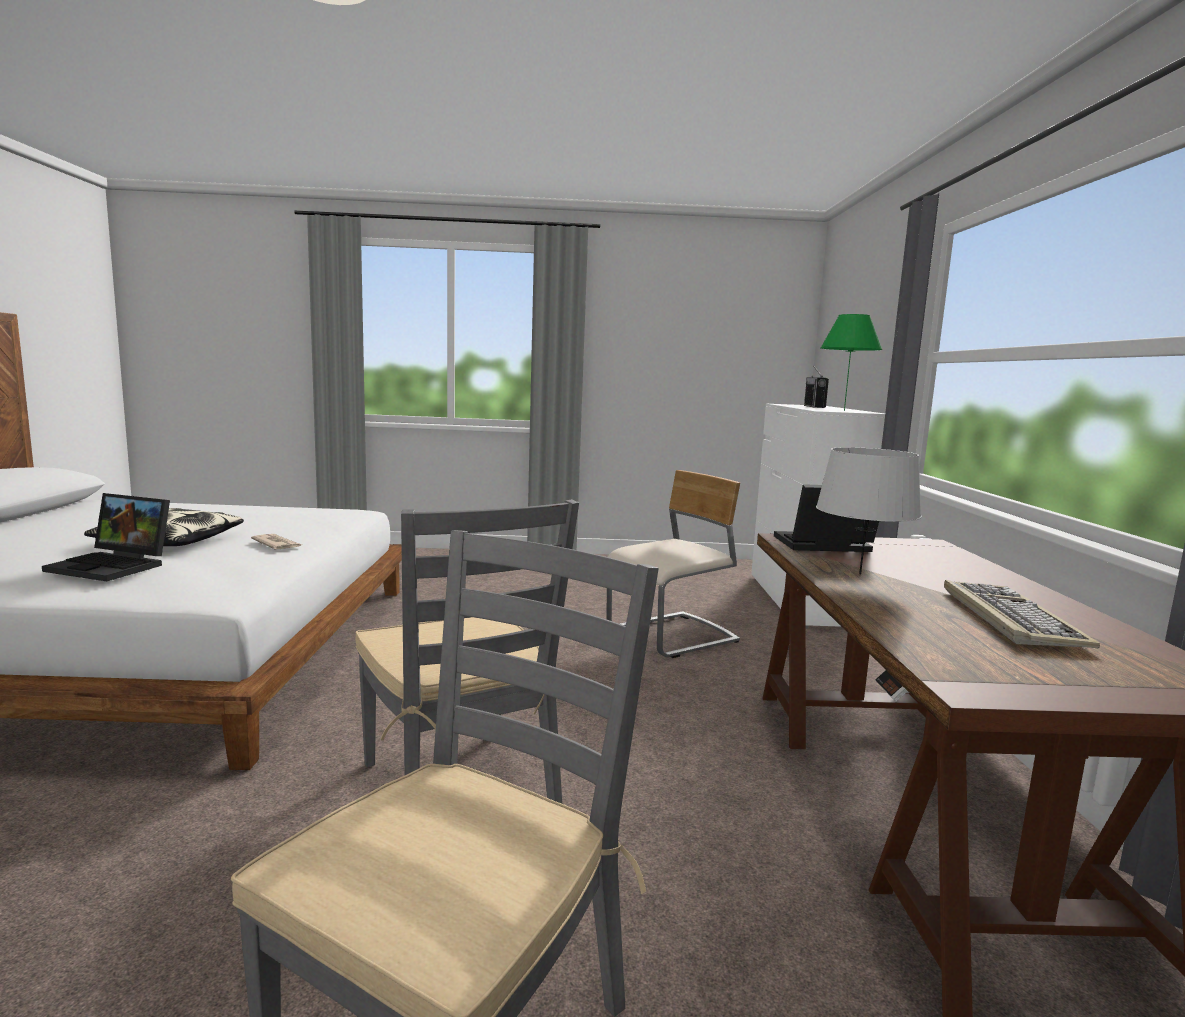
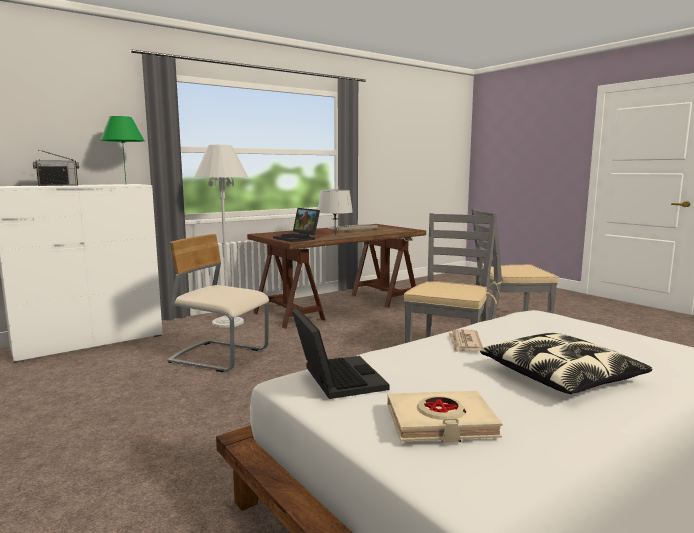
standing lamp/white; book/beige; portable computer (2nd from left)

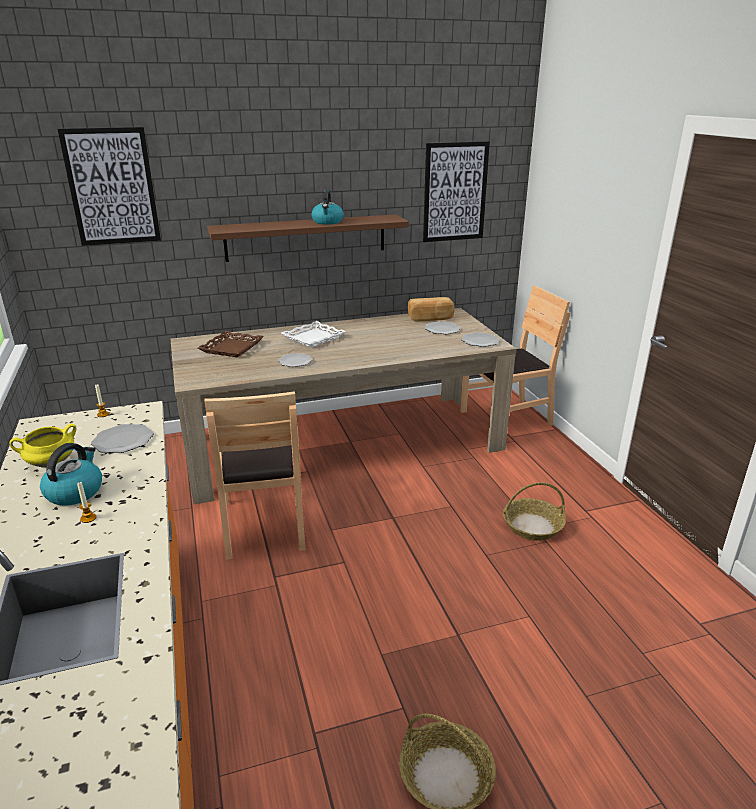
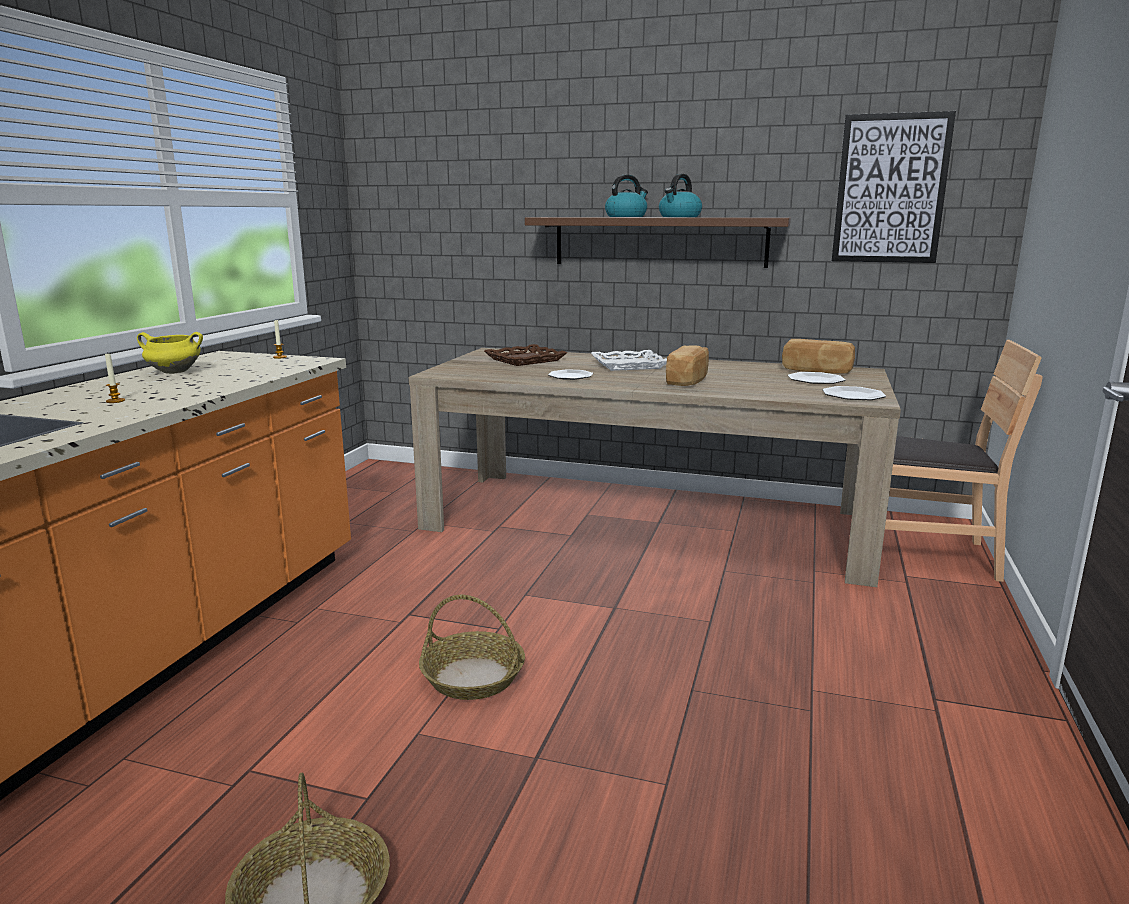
wall picture (1st from left in the first image); flat dish (1st from left in the first image); chair/brownish (1st from left in the first image); baked bread (1st from left); water kettle (1st from left); household basket (2nd from left)

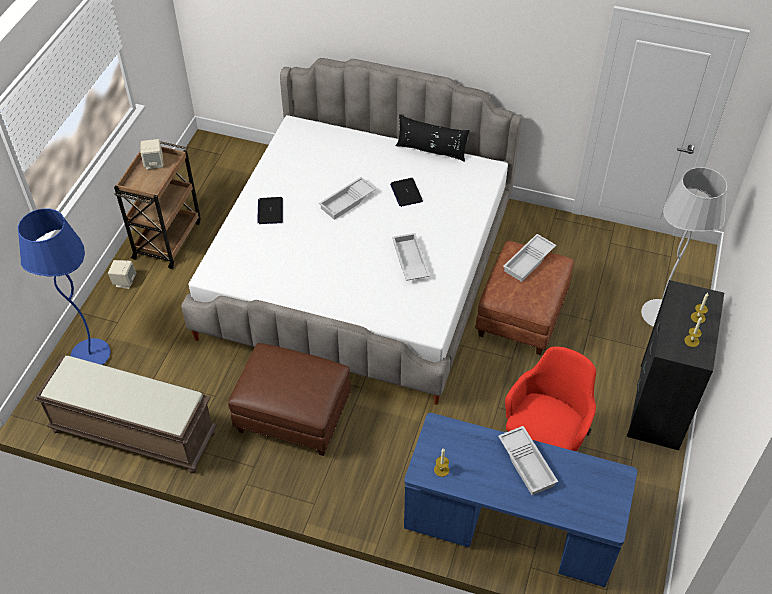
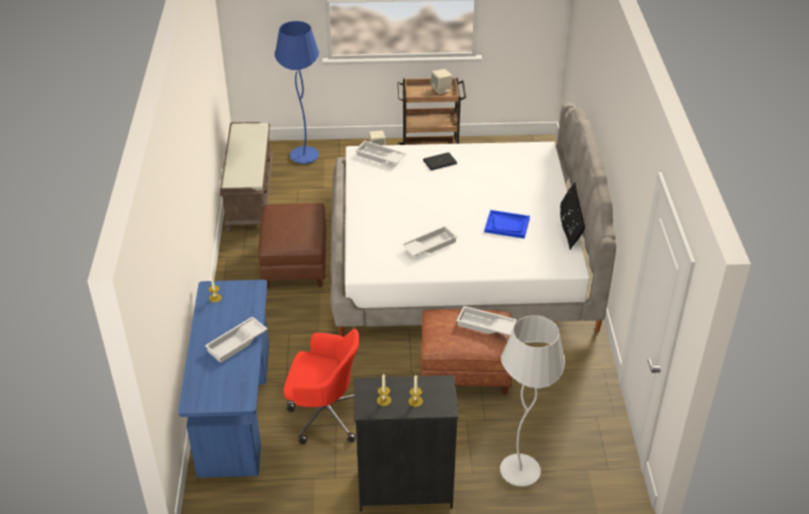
tray/white (2nd from left); tray/blue-coloured

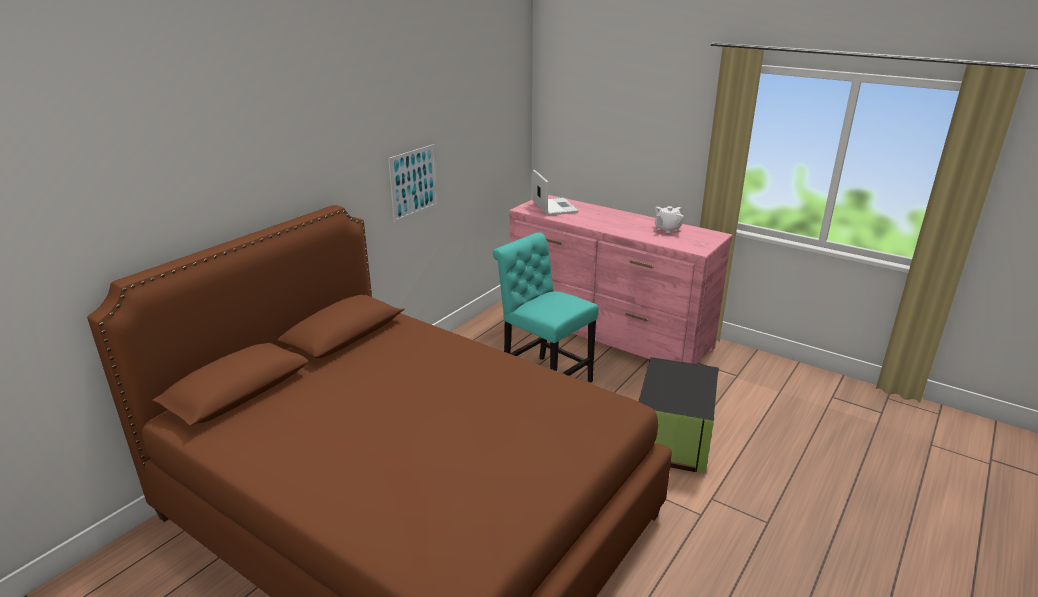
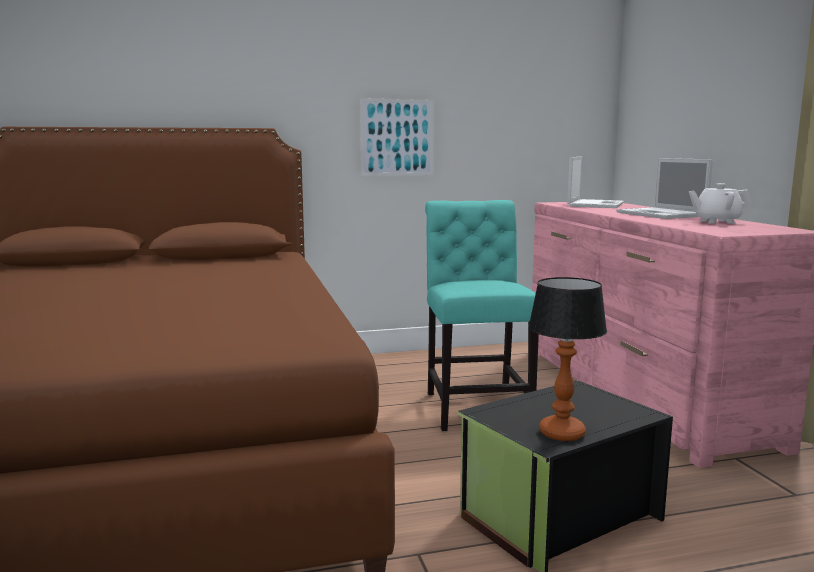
table lamp; portable computer (2nd from left)

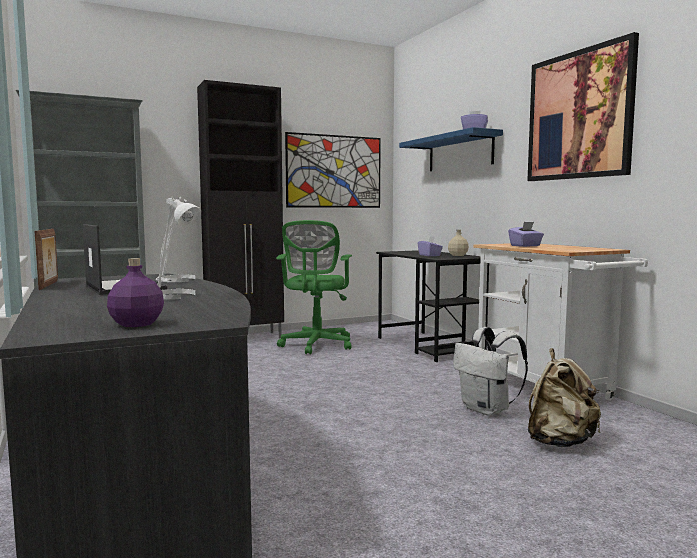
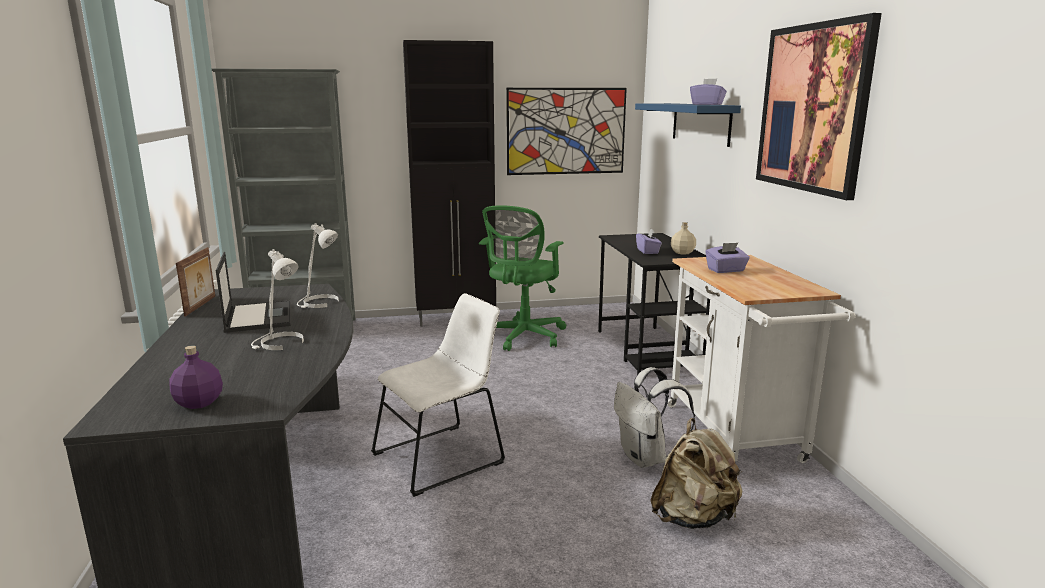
chair/white

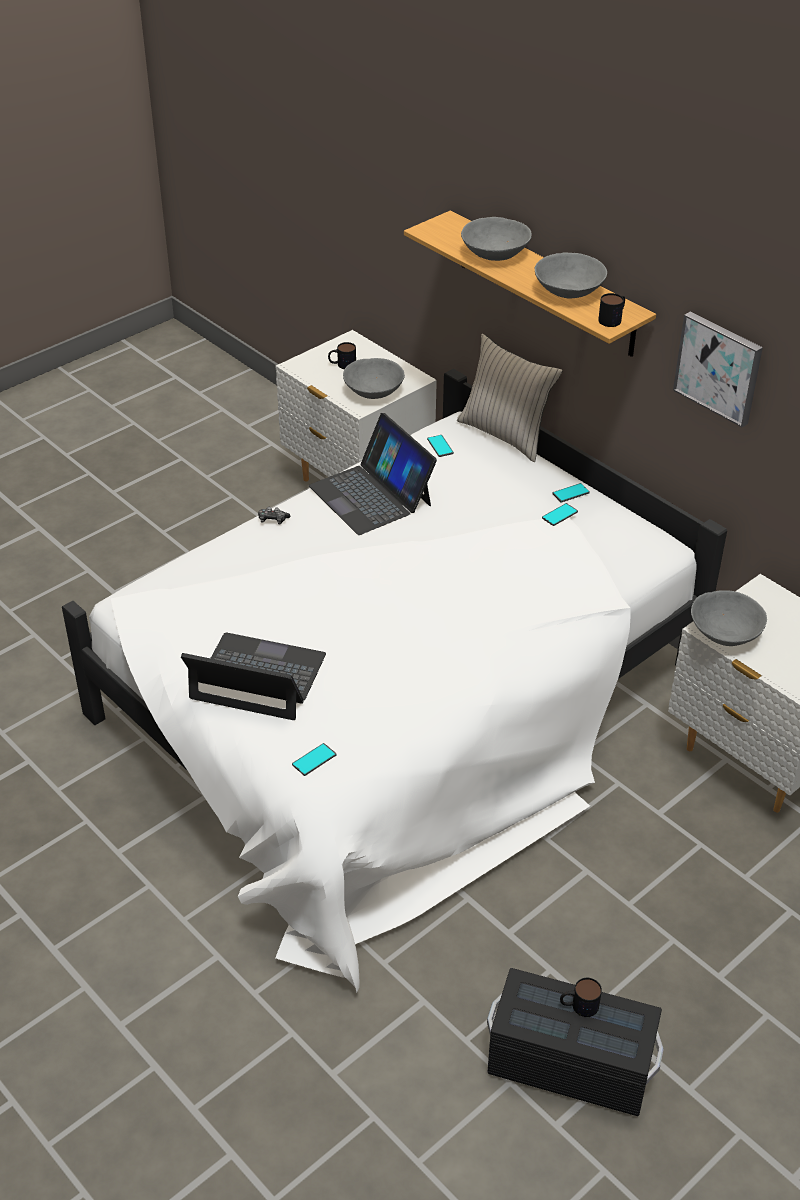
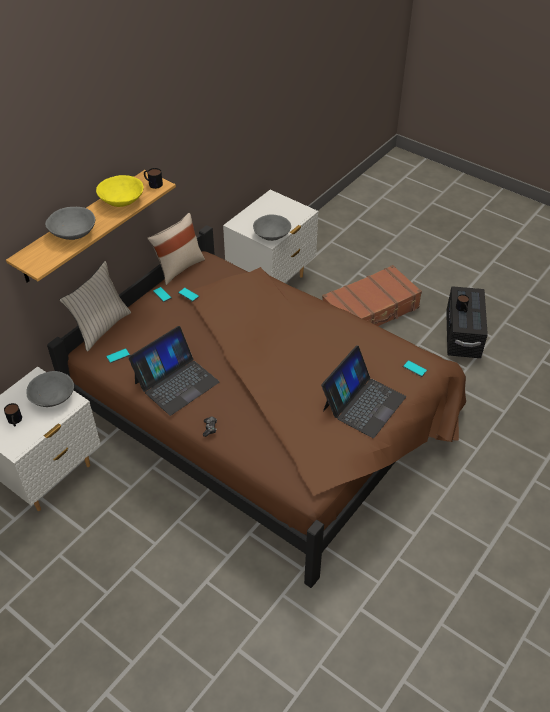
wall picture; cushion/beige (2nd from left); travel case/brownish; bed/brownish; bowl/yellow; portable computer (2nd from left)

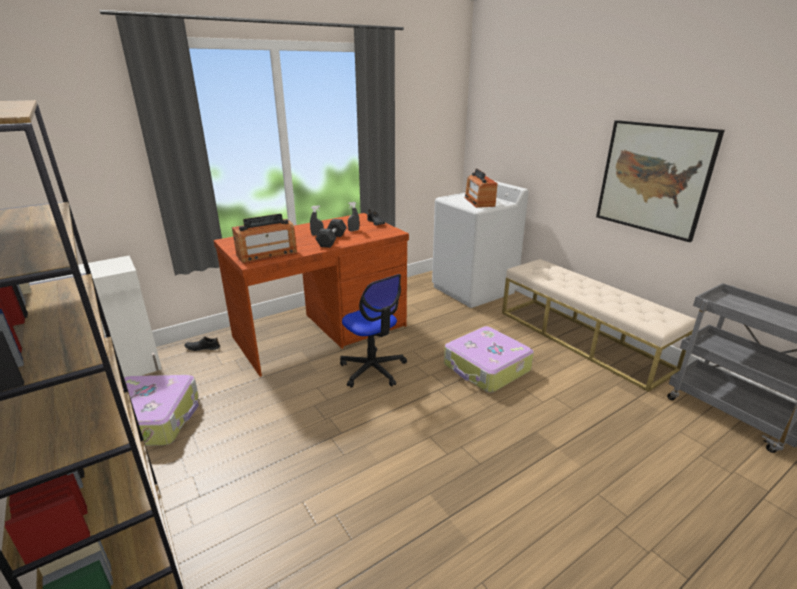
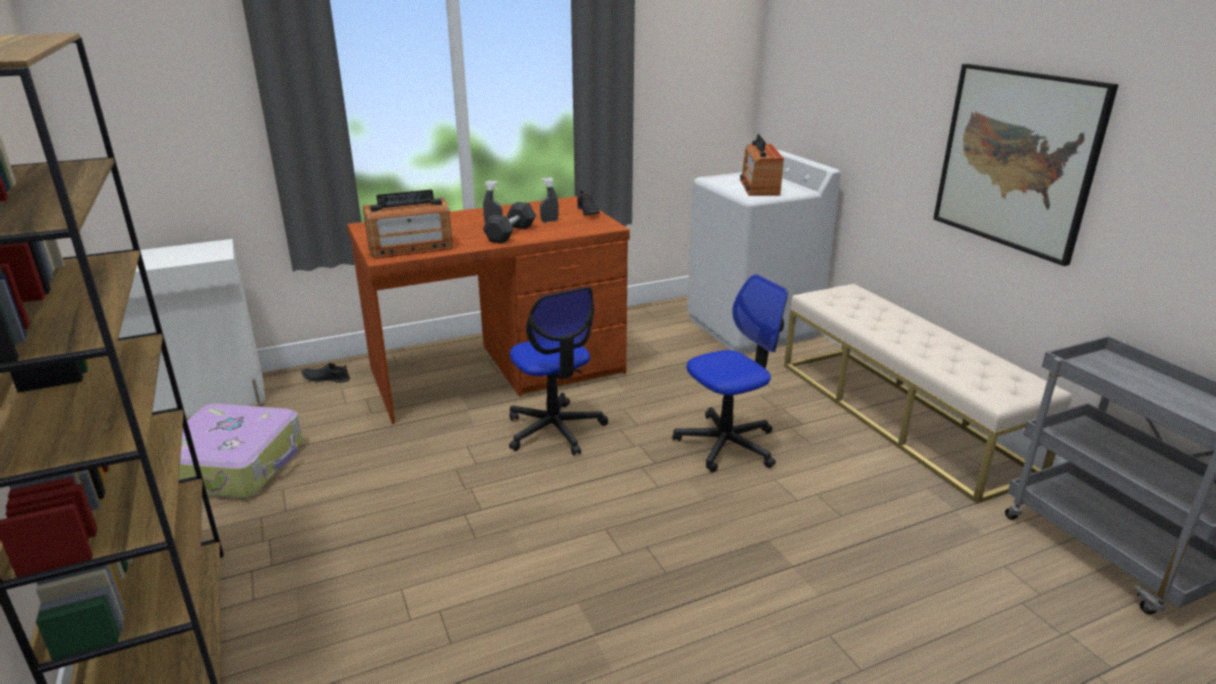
office chair (2nd from left)

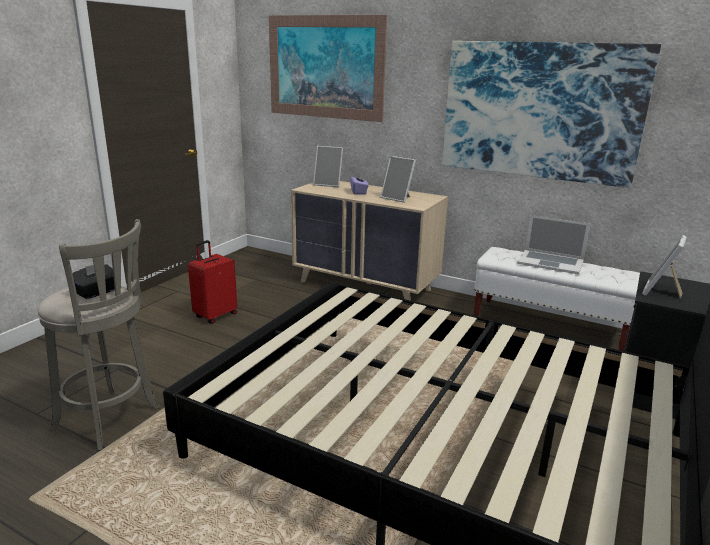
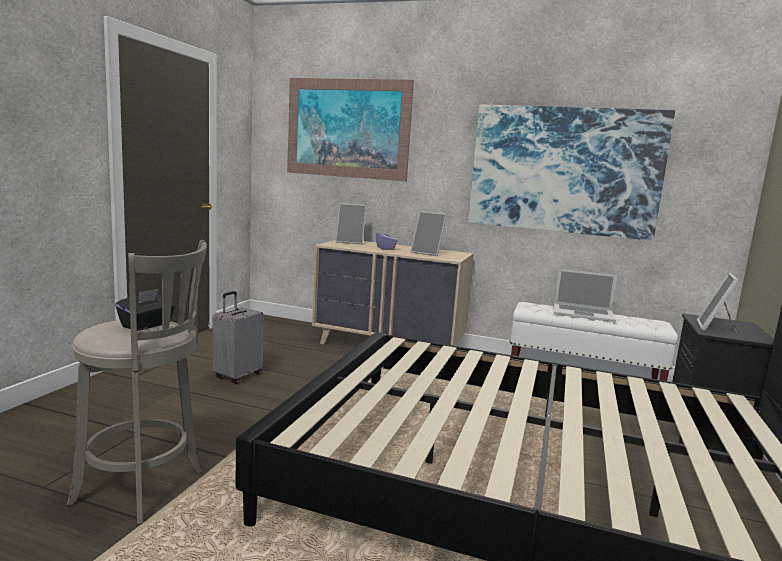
travel case/gray

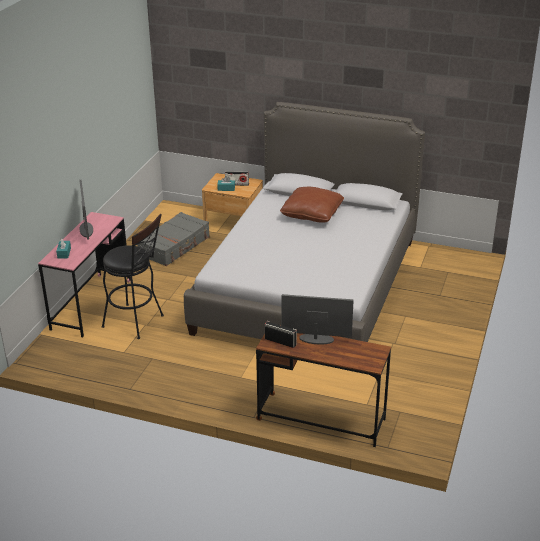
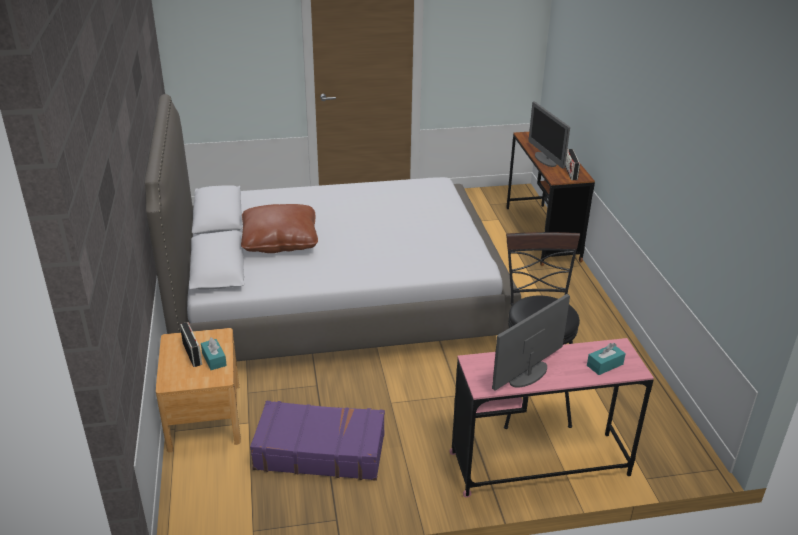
travel case/purple-coloured

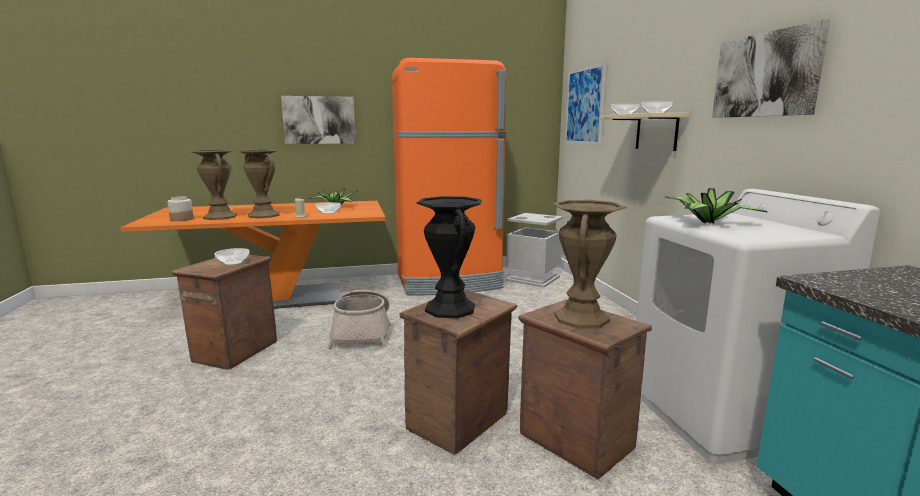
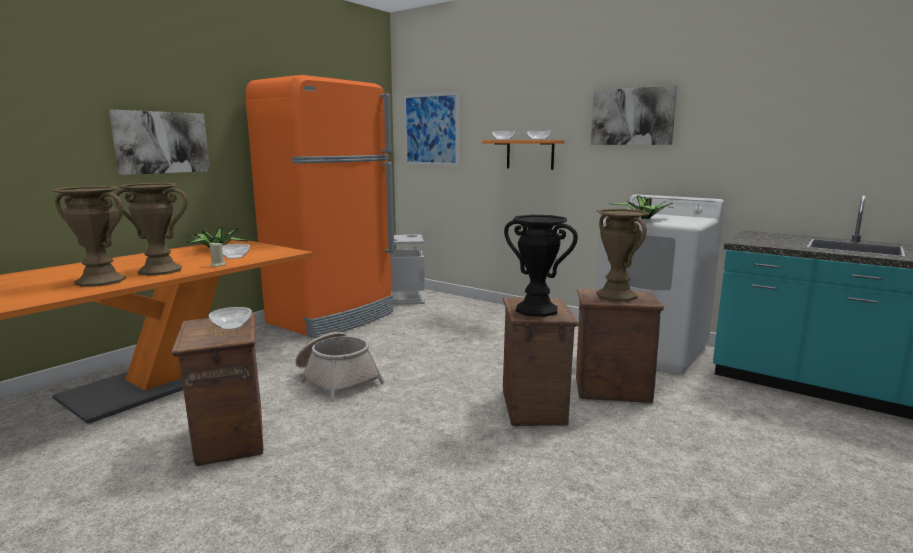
storage jar; bracket shelf/orange

